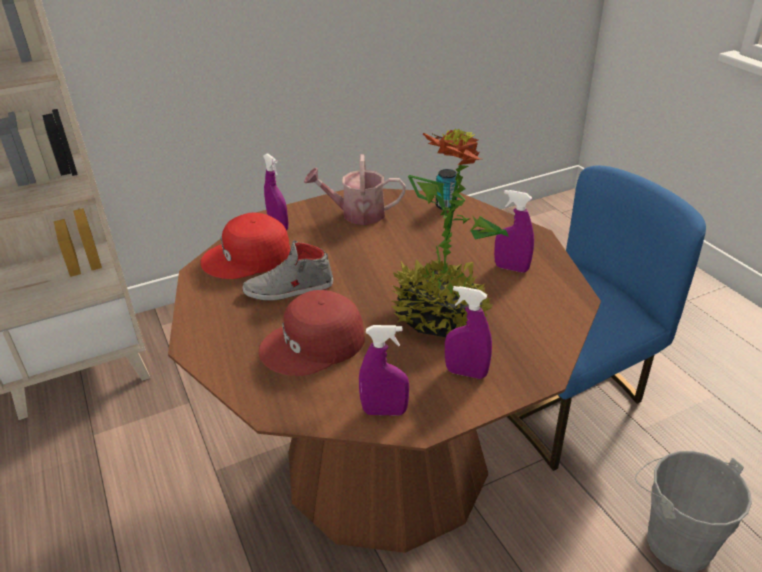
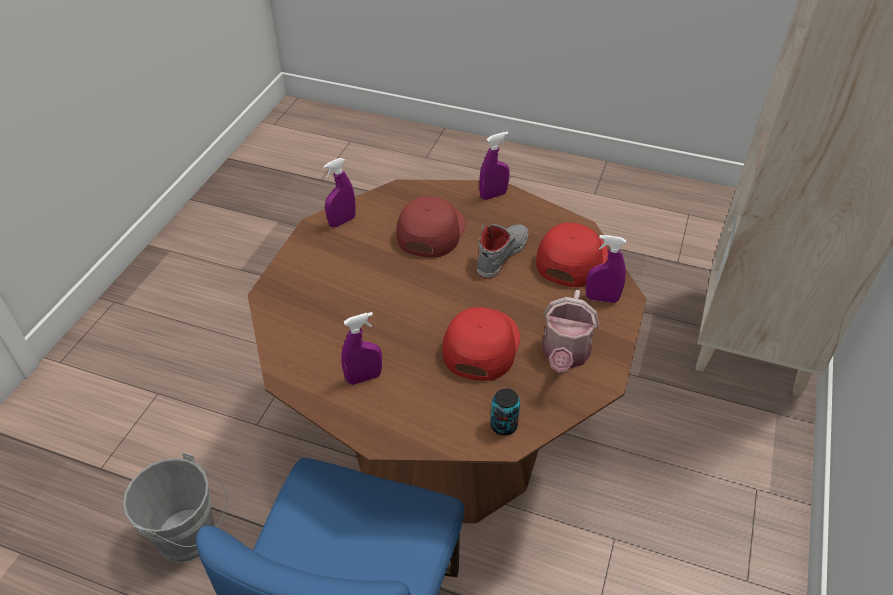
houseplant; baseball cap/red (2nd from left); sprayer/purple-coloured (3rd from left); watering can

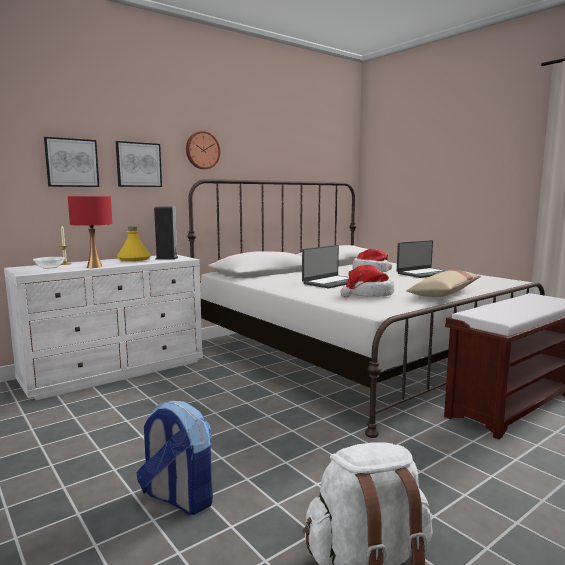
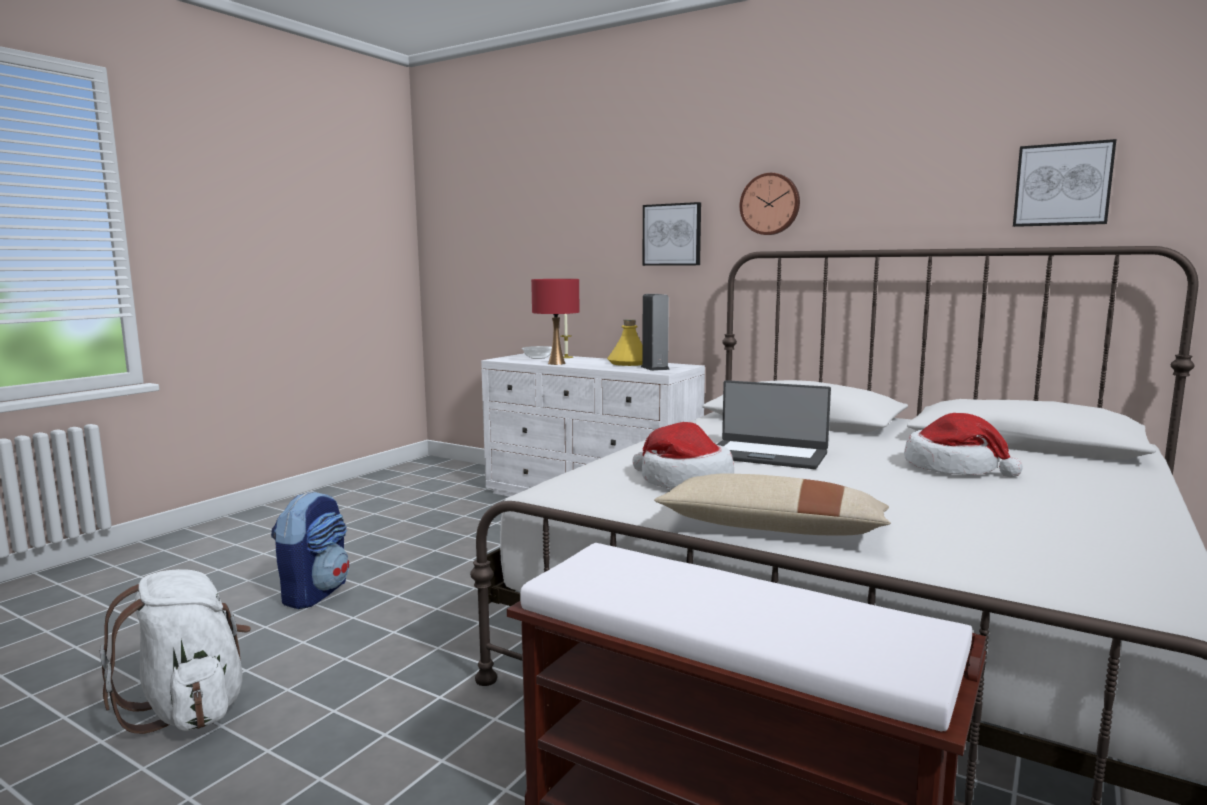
portable computer (2nd from left in the first image); wall picture (2nd from left)

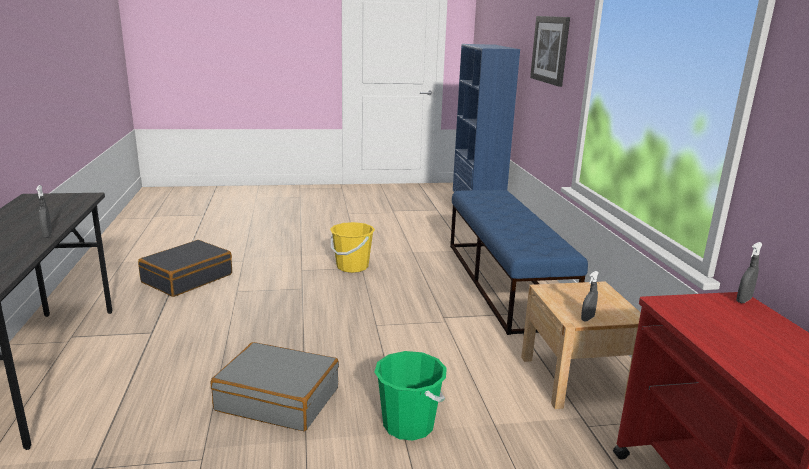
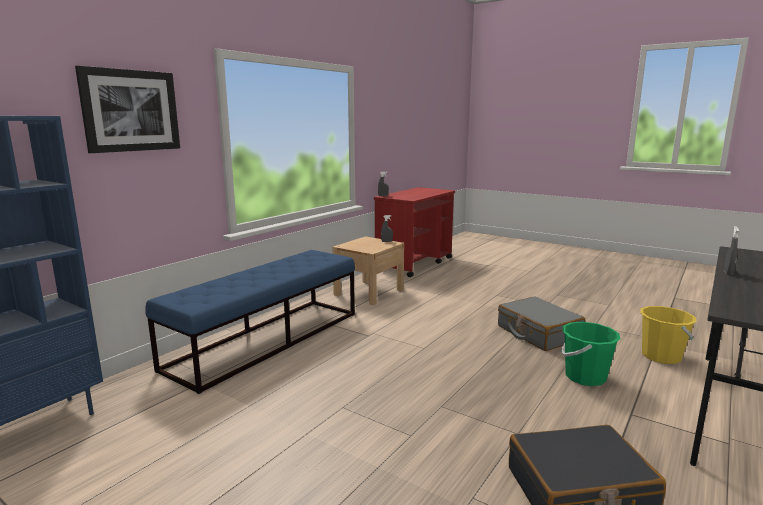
bucket/yellow; bucket/green-coloured

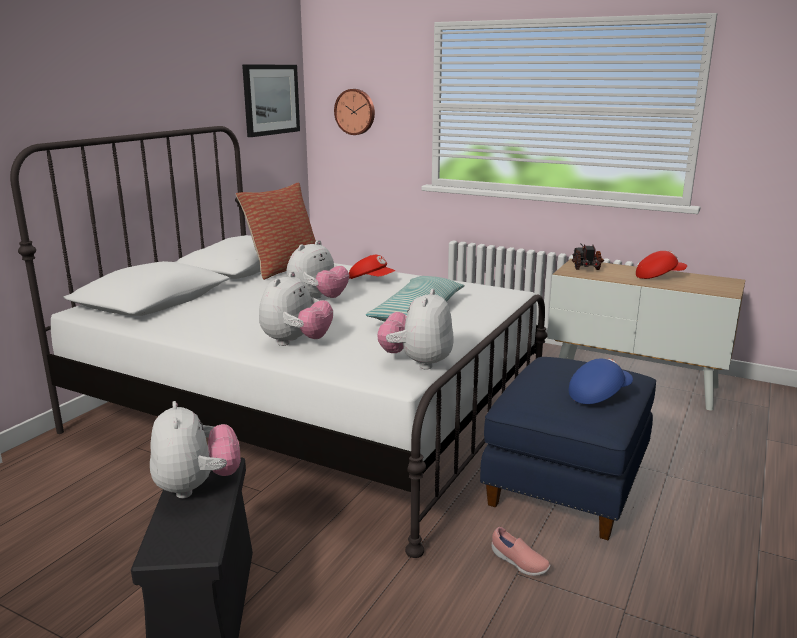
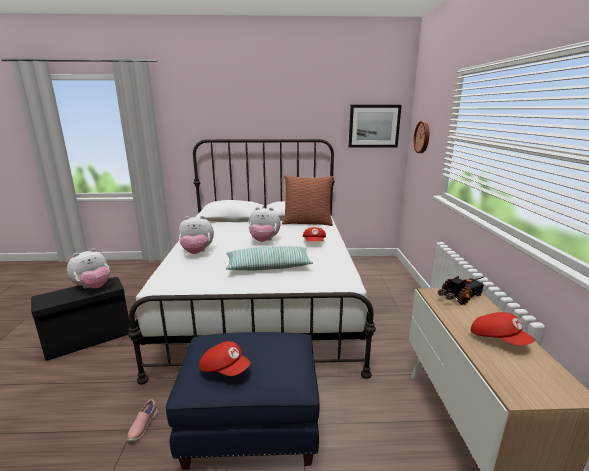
plush toy (4th from left in the first image); baseball cap/red (1st from left)

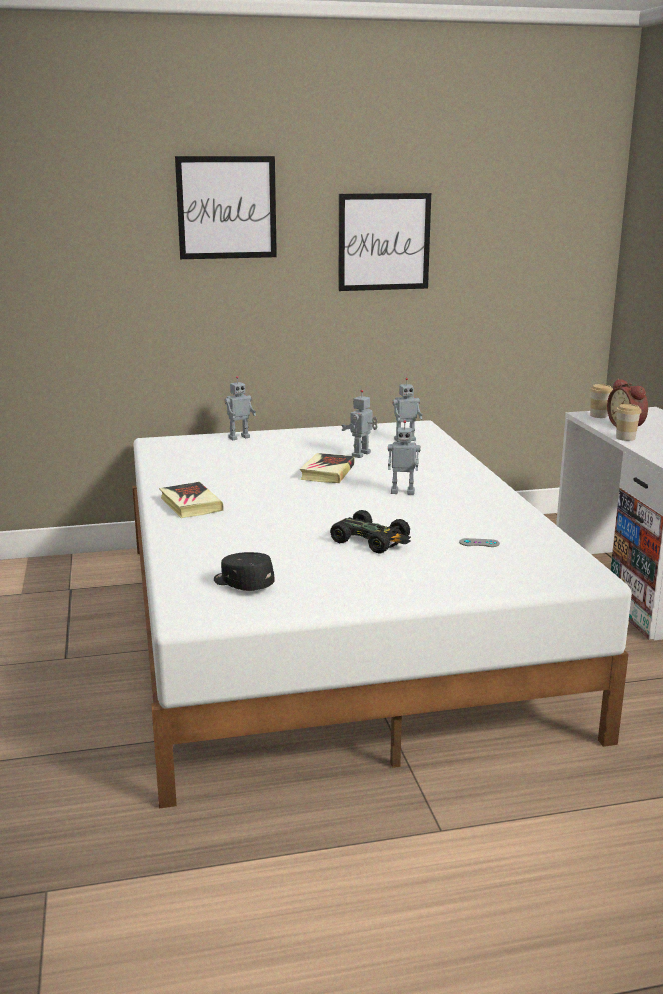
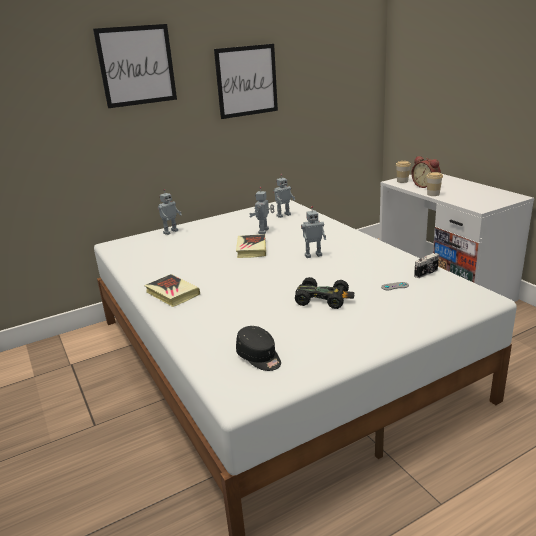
photo camera; baseball cap/black

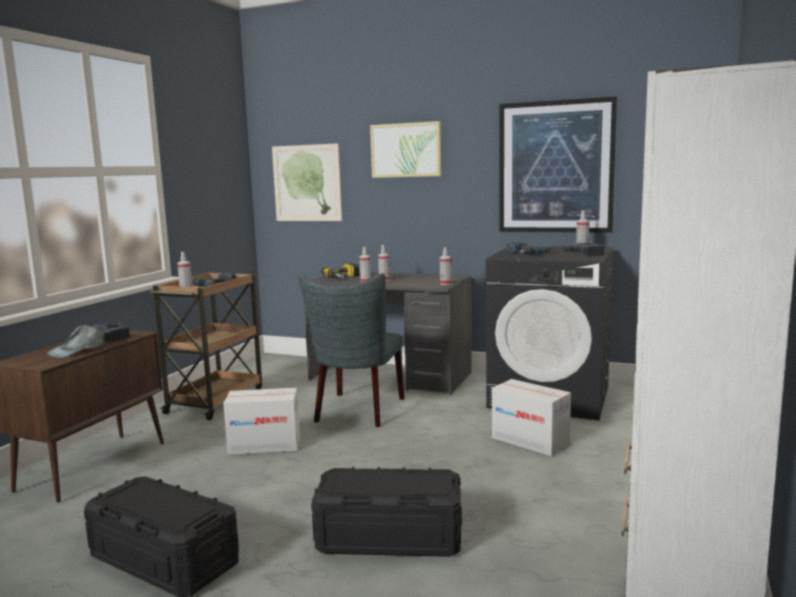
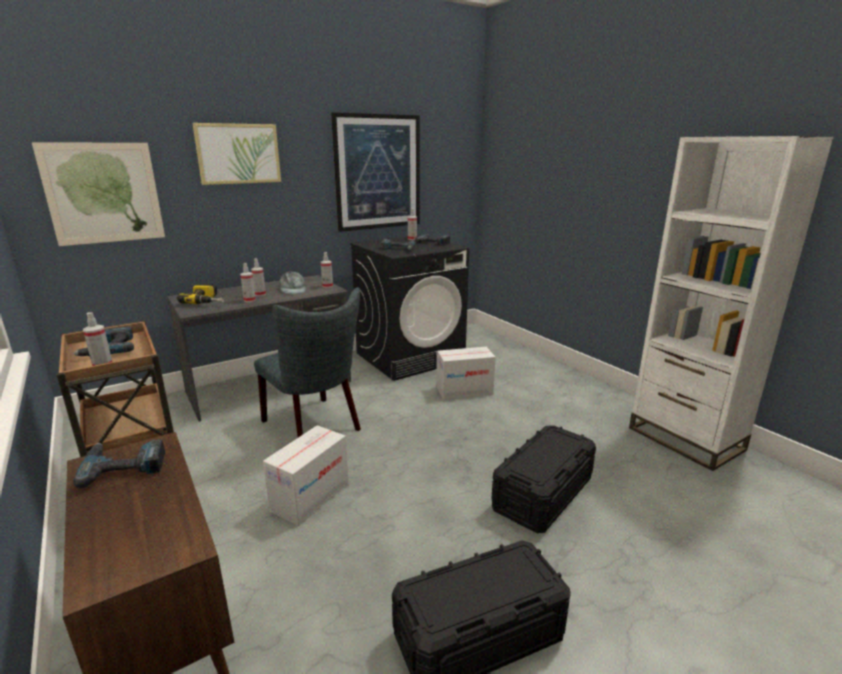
baseball cap/gray

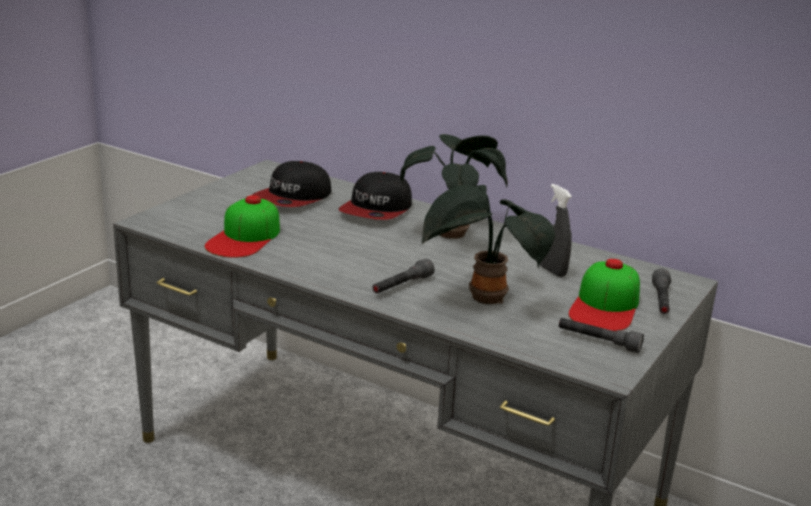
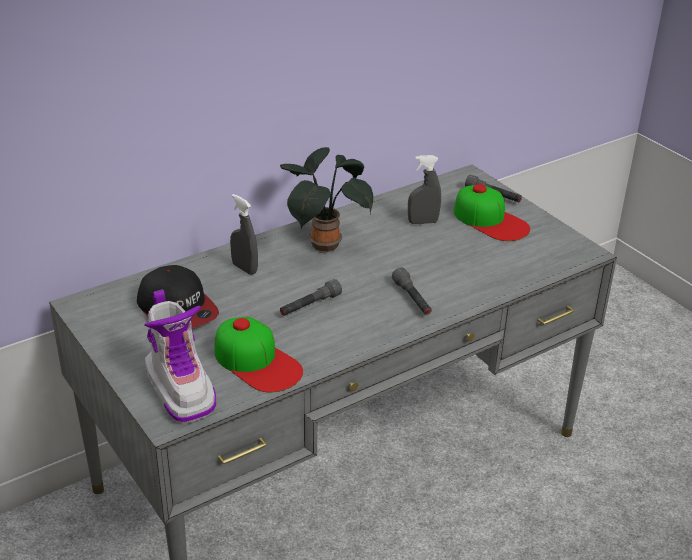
houseplant (2nd from left in the first image); boot; hand torch/gray (1st from left); sprayer/gray (1st from left)

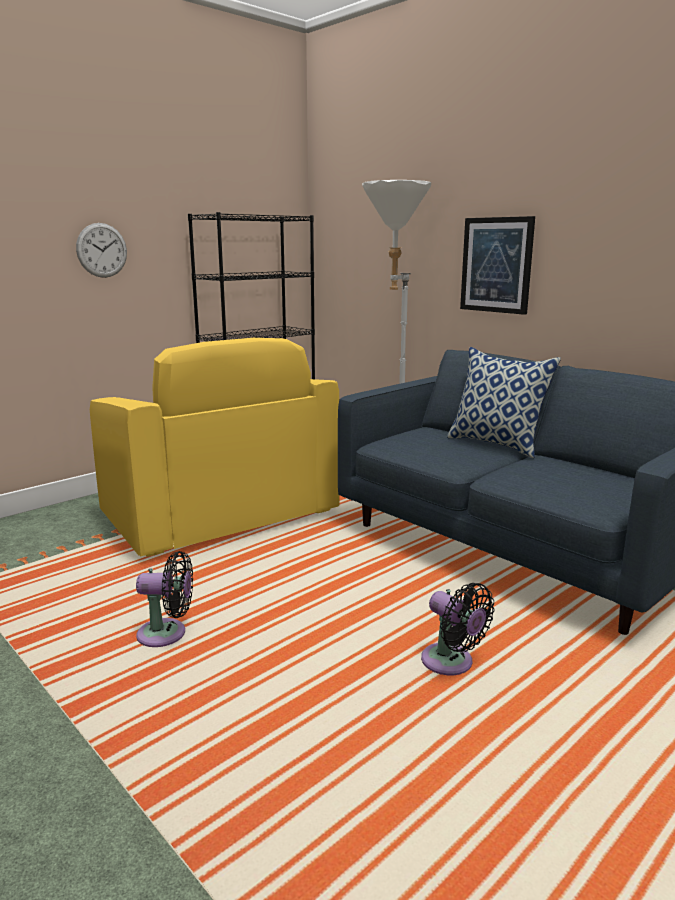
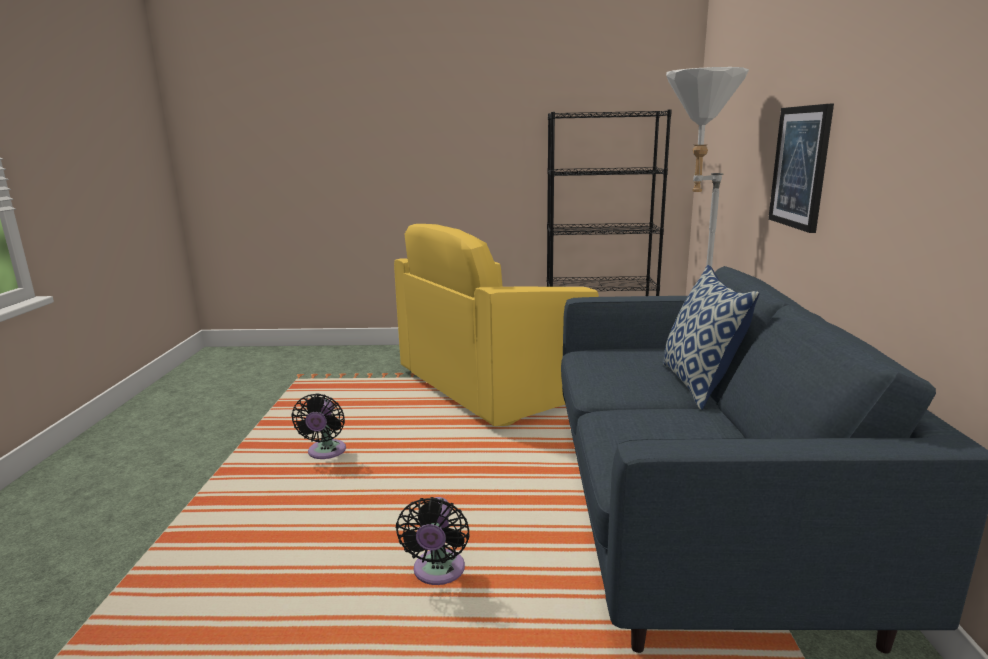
wall clock; armchair/yellow; electric fan/black (1st from left)

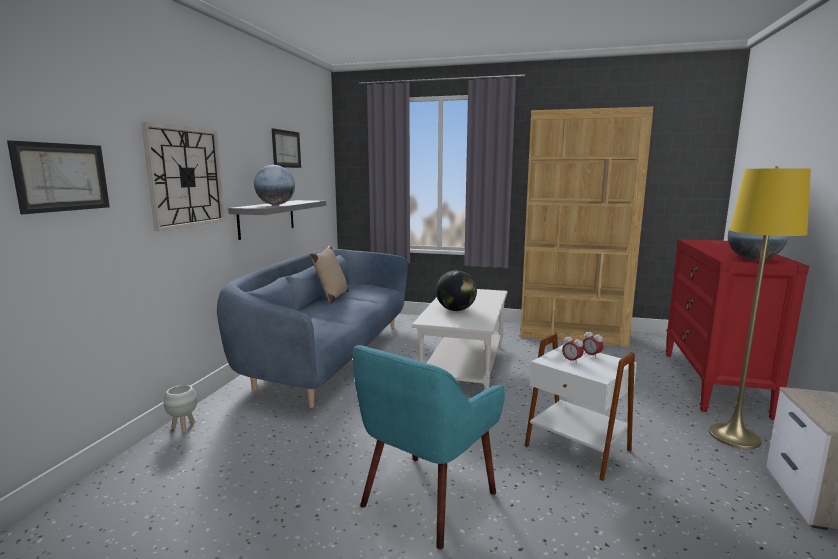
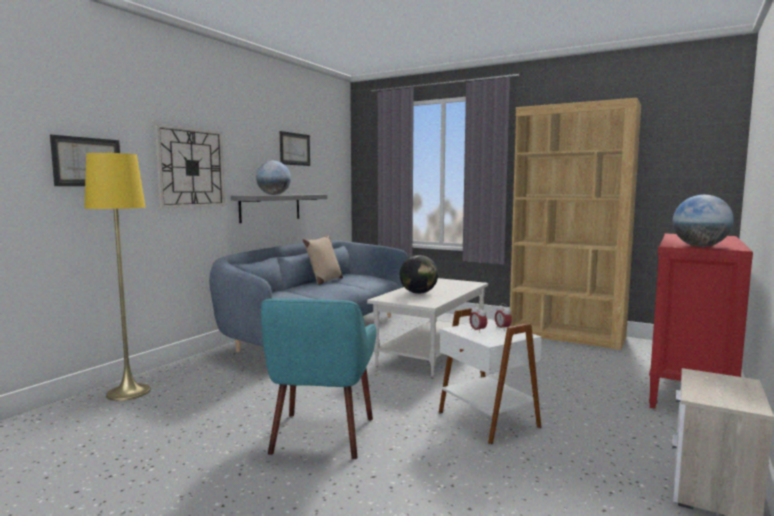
planter/white; standing lamp/yellow; armchair/blue-green

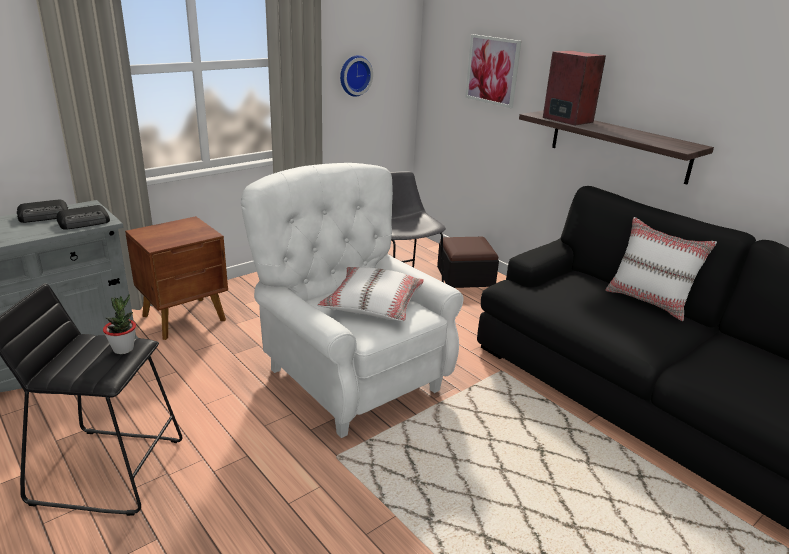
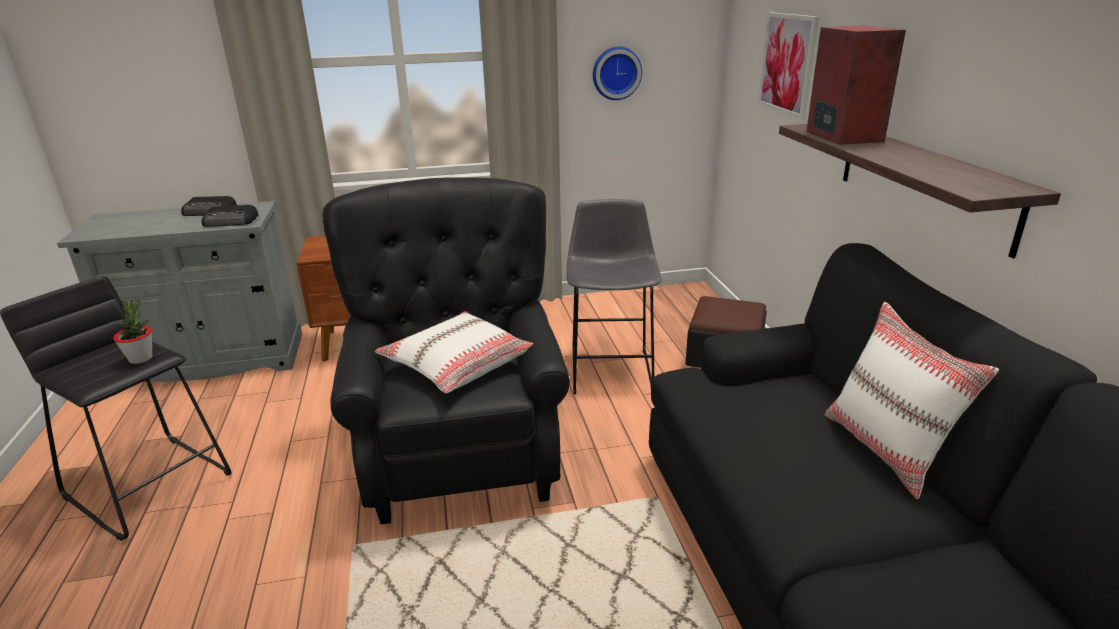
armchair/black

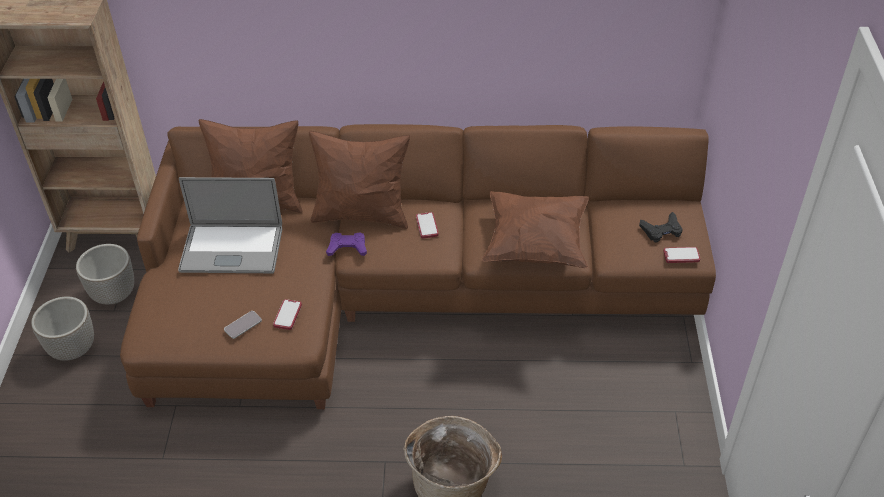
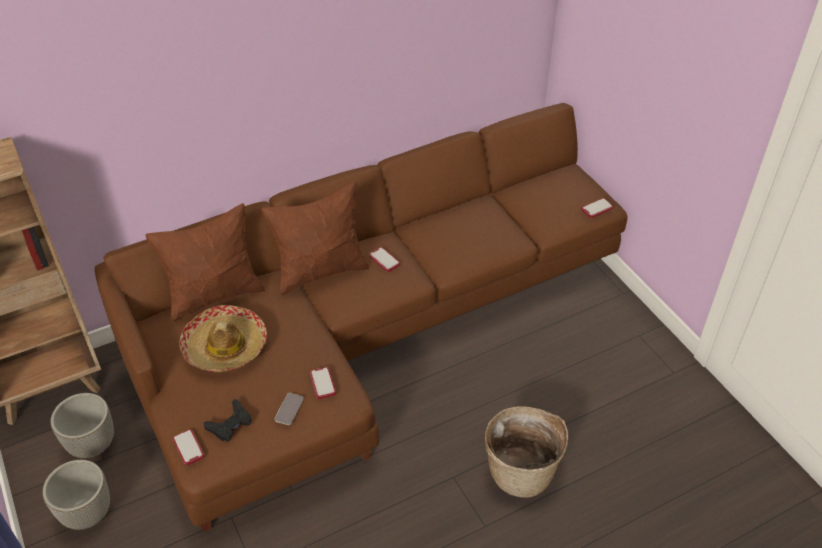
game controller/purple-coloured; cushion/brownish (3rd from left in the first image); phone (1st from left); game controller/black; hat

